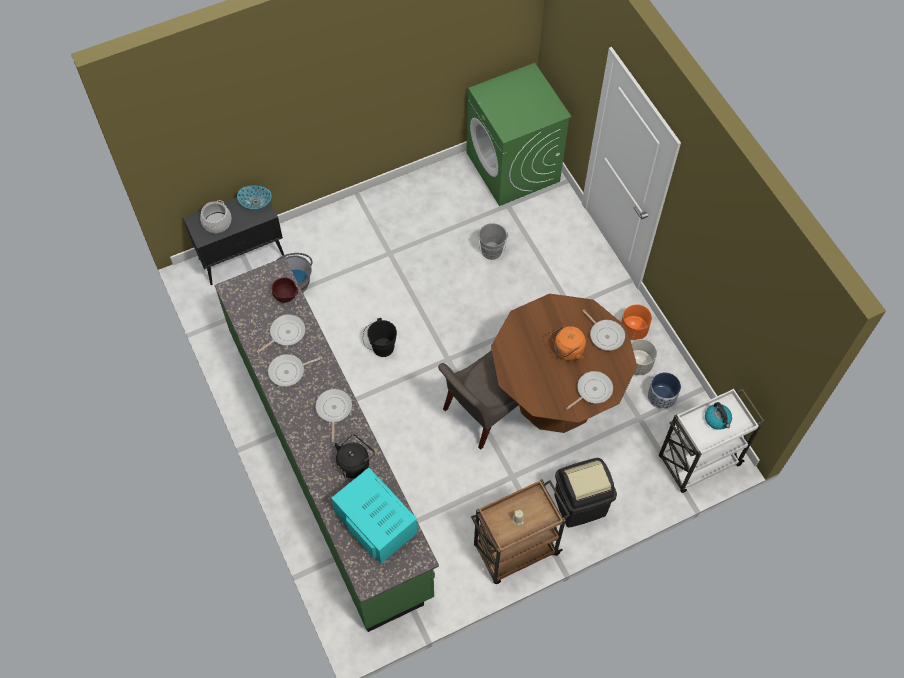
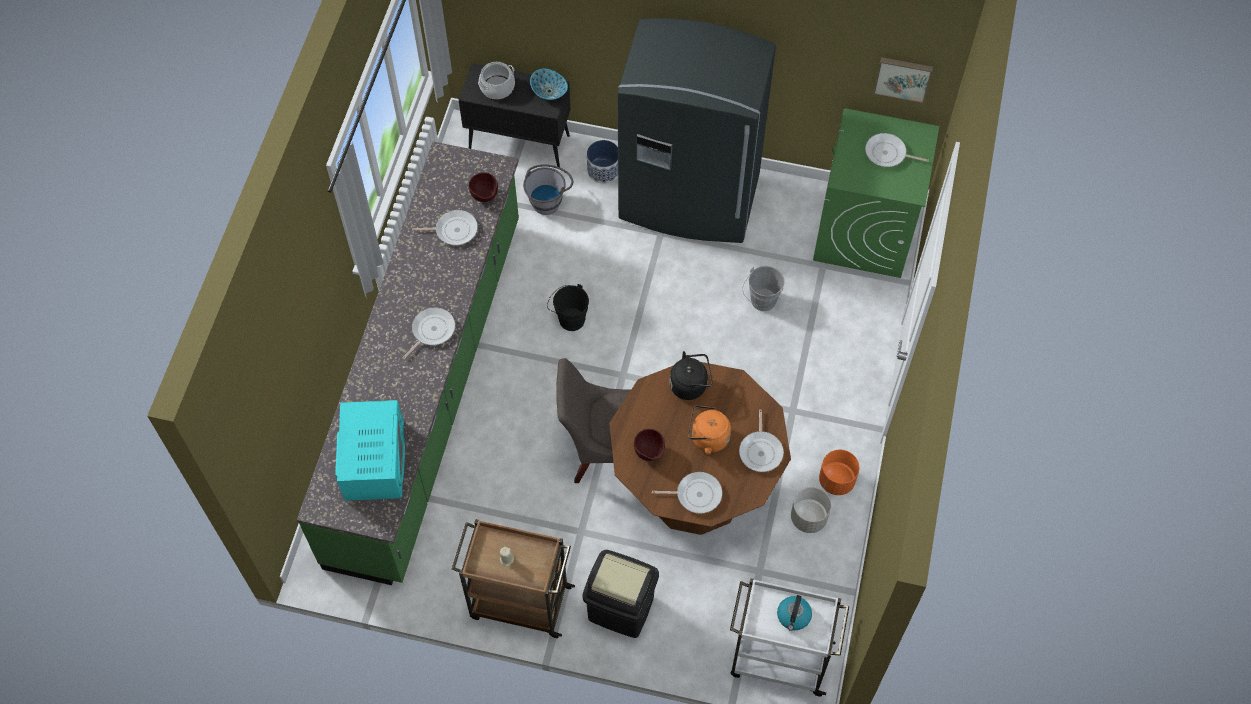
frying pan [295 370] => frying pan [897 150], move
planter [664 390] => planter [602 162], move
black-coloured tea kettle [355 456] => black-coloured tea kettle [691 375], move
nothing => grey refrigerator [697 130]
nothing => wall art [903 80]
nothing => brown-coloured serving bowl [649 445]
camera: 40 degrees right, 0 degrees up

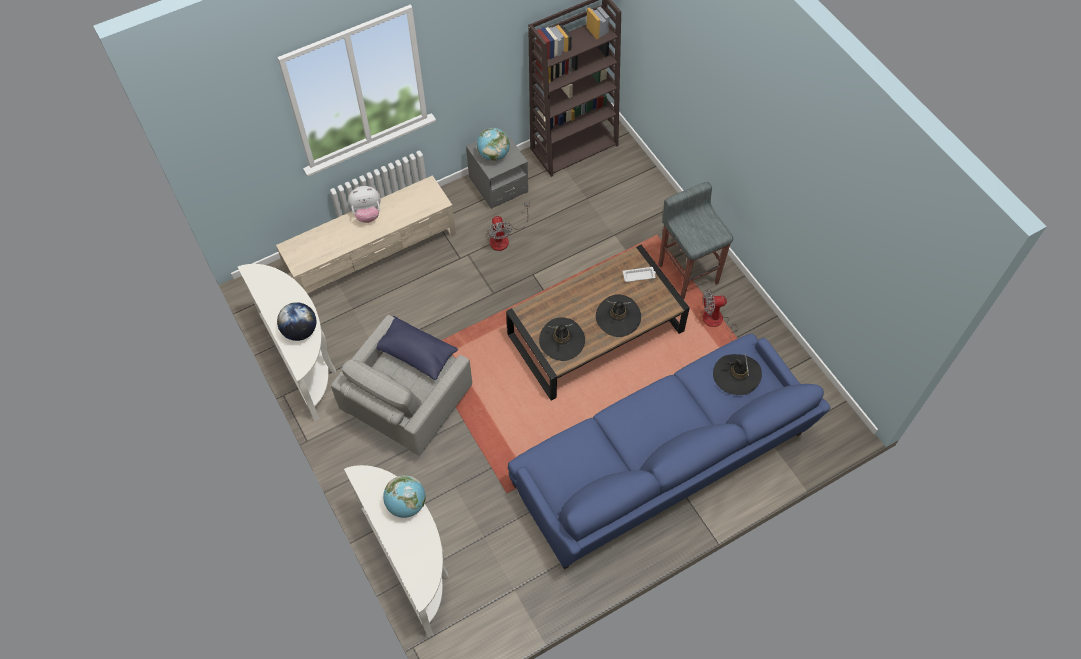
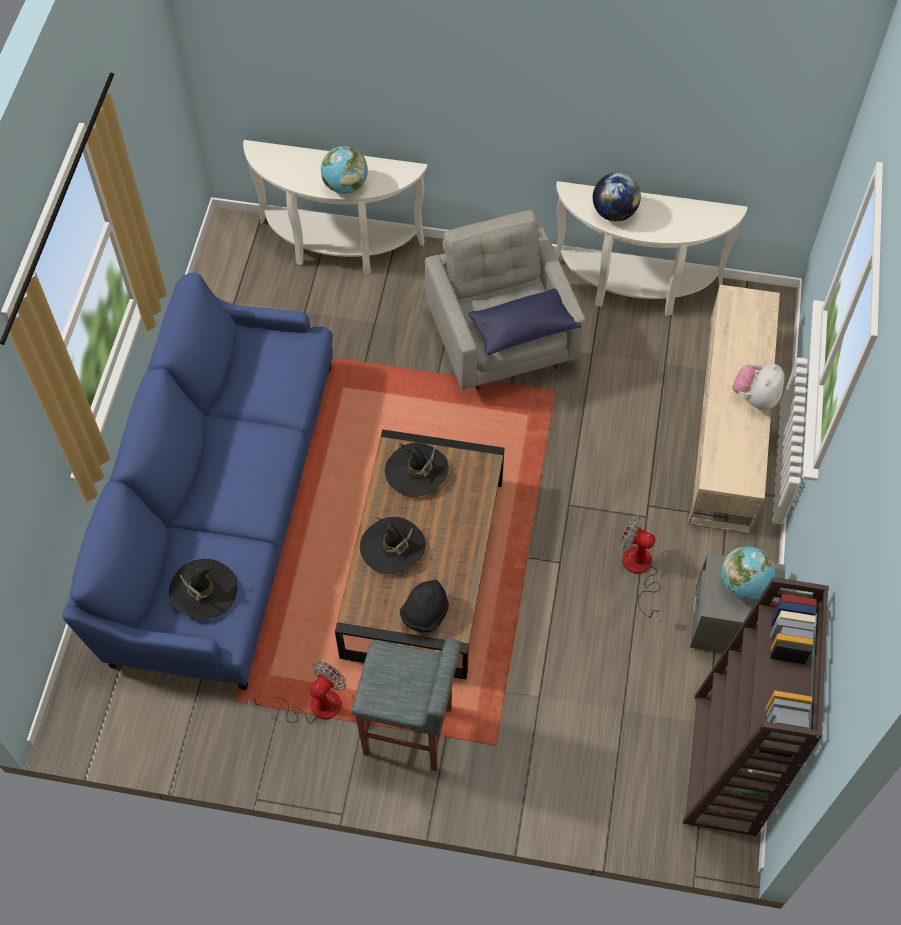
white-coloured carrying tray [639 274] => black-coloured hat [424 606]
camera: 130 degrees right, 0 degrees up

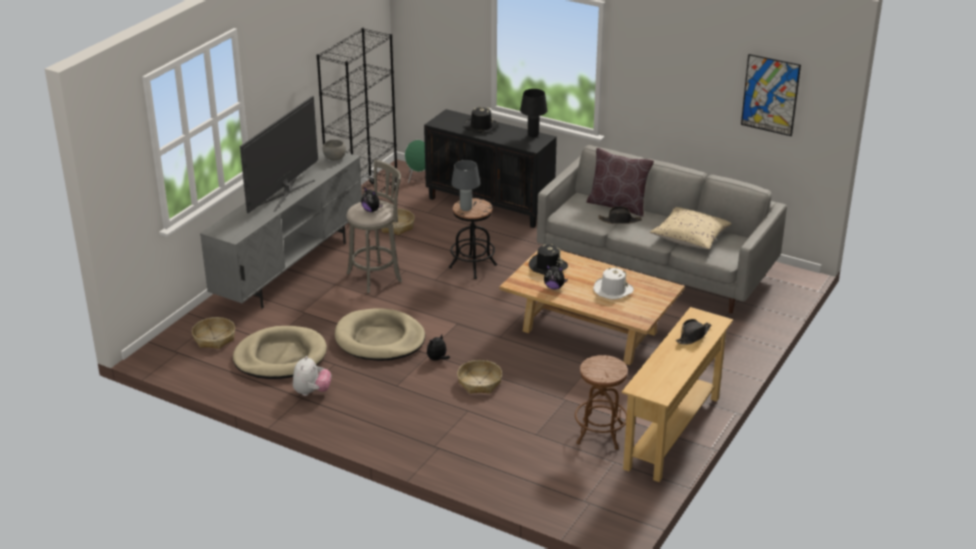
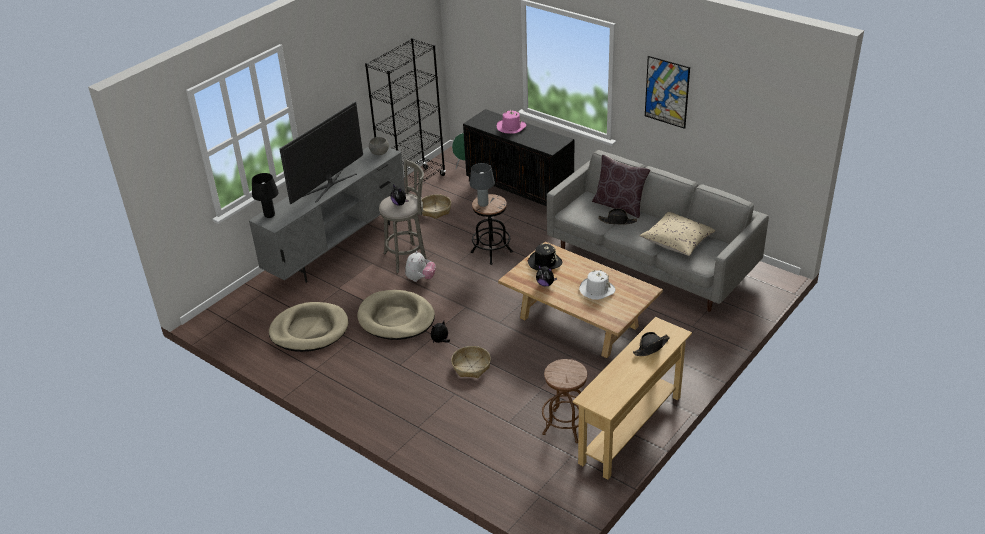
wall art [771 95] => wall art [667 92], move
black-coloured table lamp [533 113] => black-coloured table lamp [265 195], move
black-coloured hat [481 120] => pink hat [512 122]
household basket [213 333] => nothing
soft toy [312 376] => soft toy [420 266], move
camera: 10 degrees right, 5 degrees up

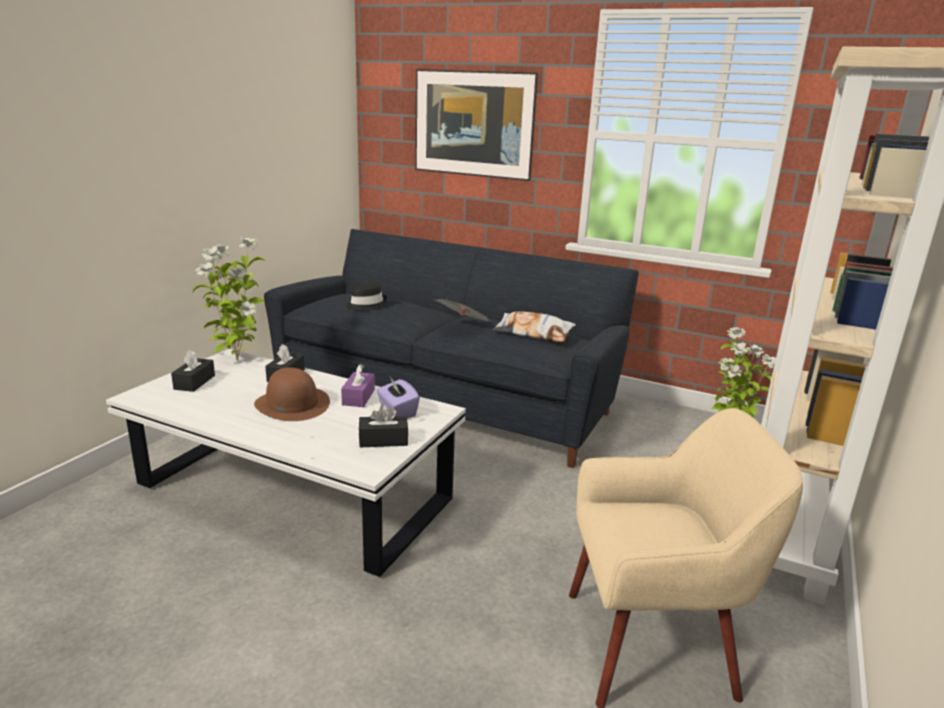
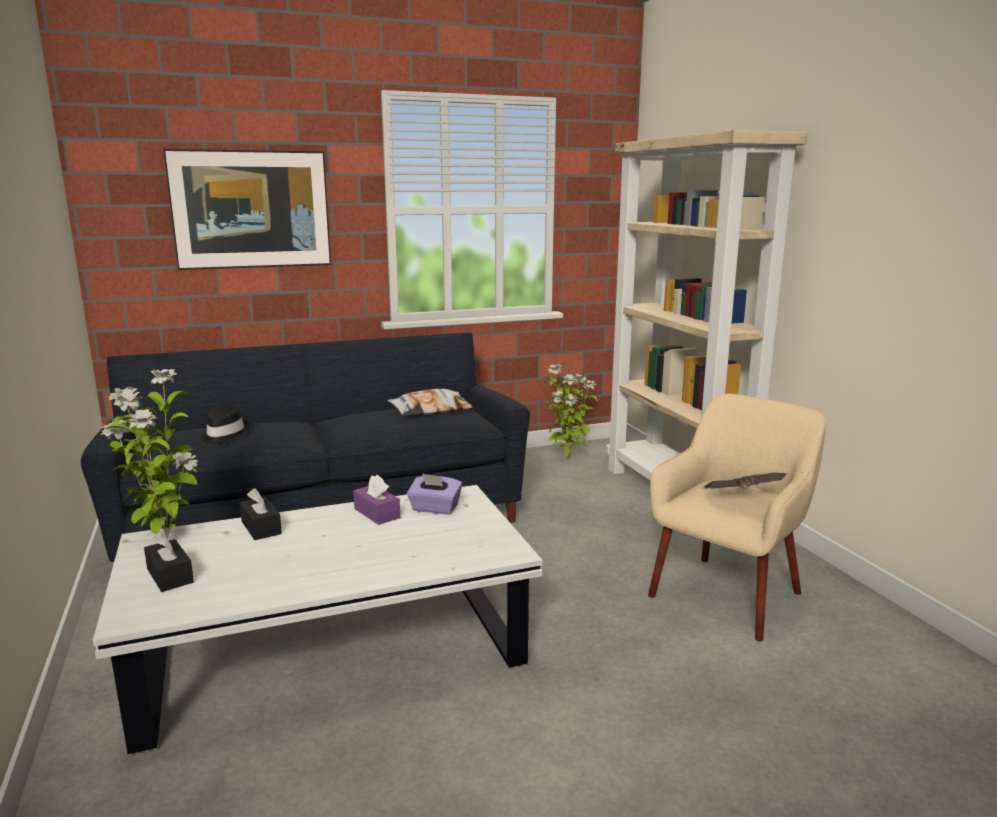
printed paper [462 310] => printed paper [745 481], move
brown-coloured hat [292 394] => nothing
black-coloured box of tissues [383 426] => nothing
camera: 45 degrees left, 5 degrees down

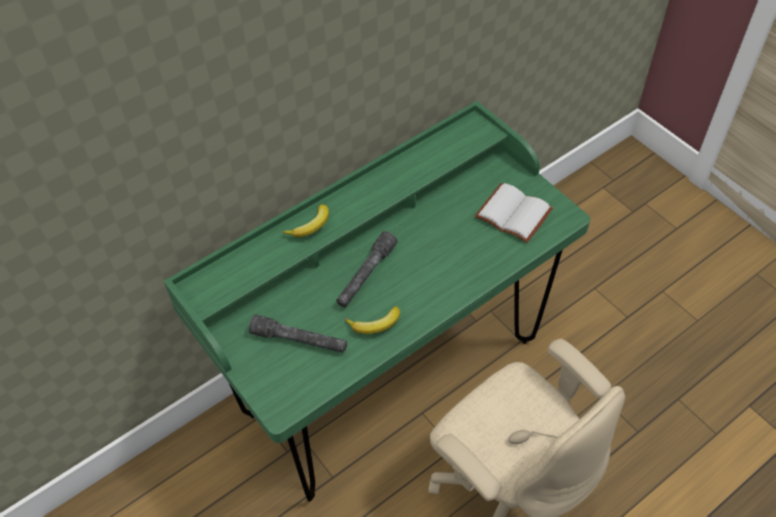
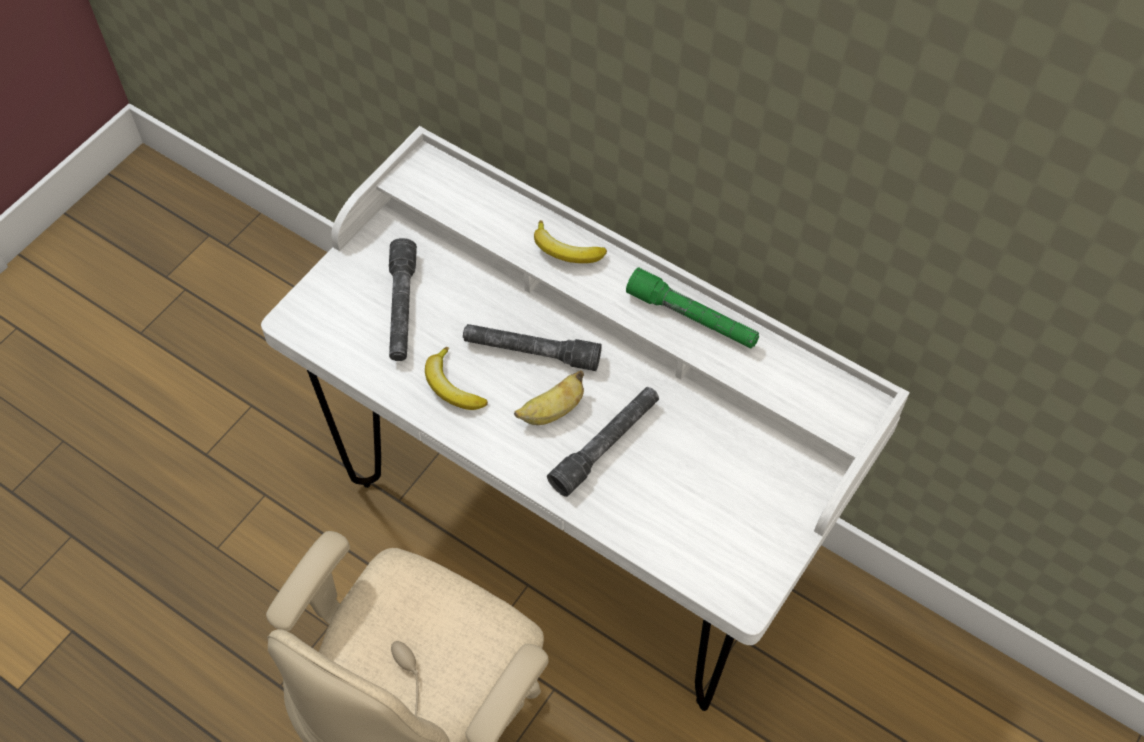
green desk [377 301] => white-coloured desk [585 418]
white-coloured volume [514 213] => nothing
nothing => green torch [692 308]
nothing => whole banana [549 397]
nothing => grey torch [603 442]
camera: 70 degrees right, 5 degrees up

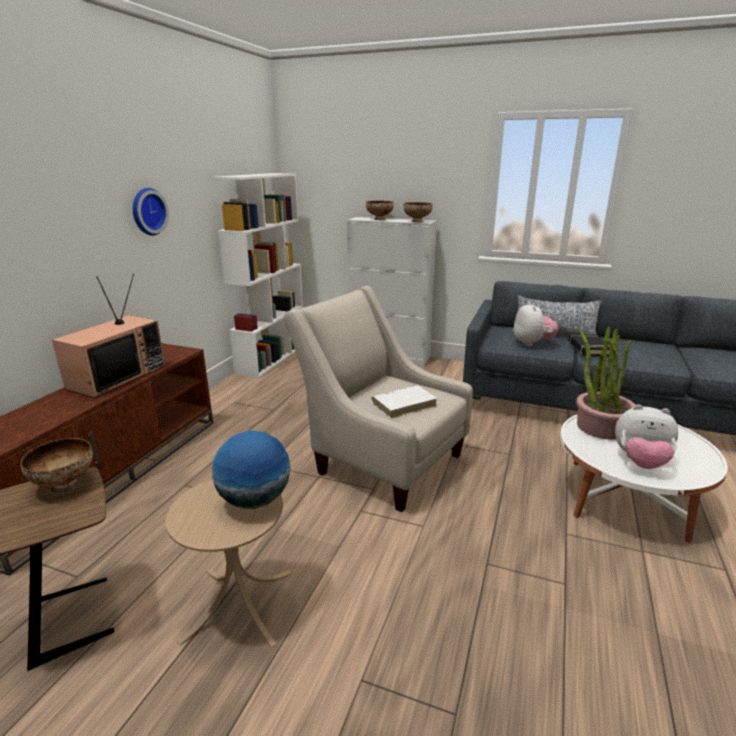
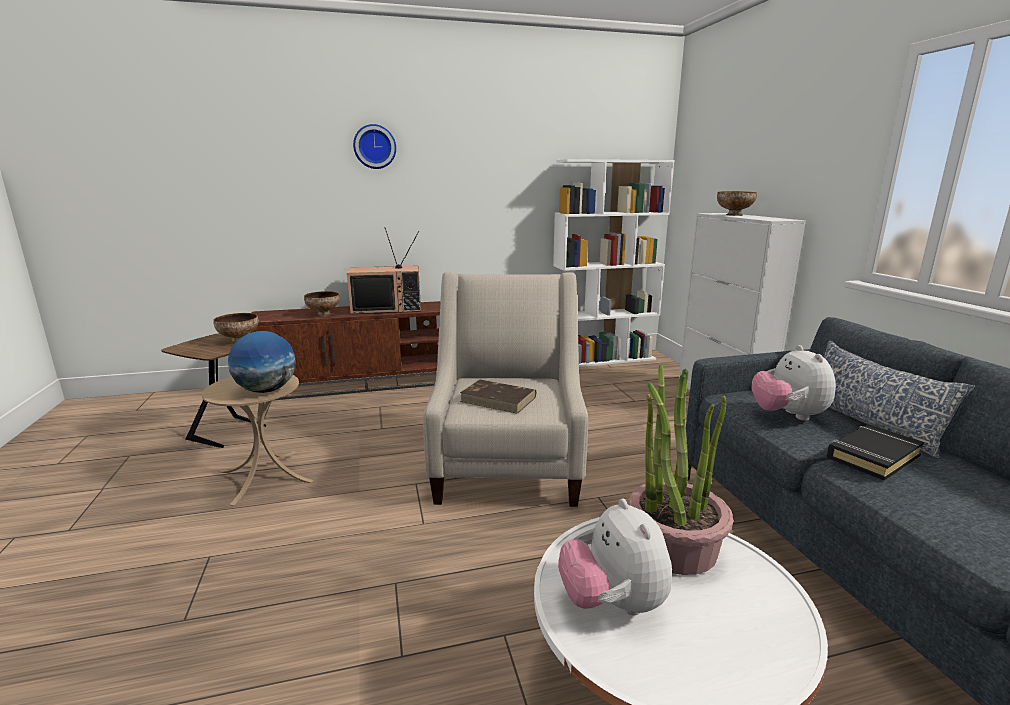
wall clock [151 212] => wall clock [374 146], move
serving bowl [418 212] => serving bowl [322 304], move
soft toy [536 323] => soft toy [794 383], 120 degrees clockwise
white-coloured volume [404 402] => brown-coloured volume [498 396]
camera: 55 degrees right, 5 degrees down

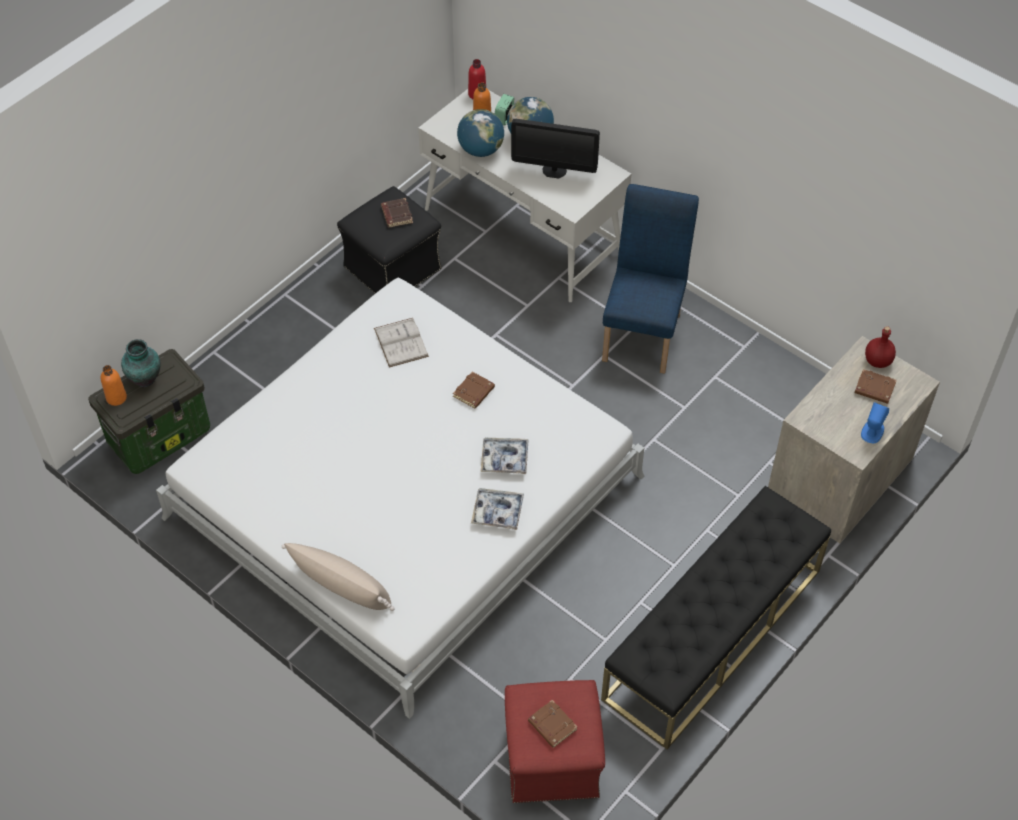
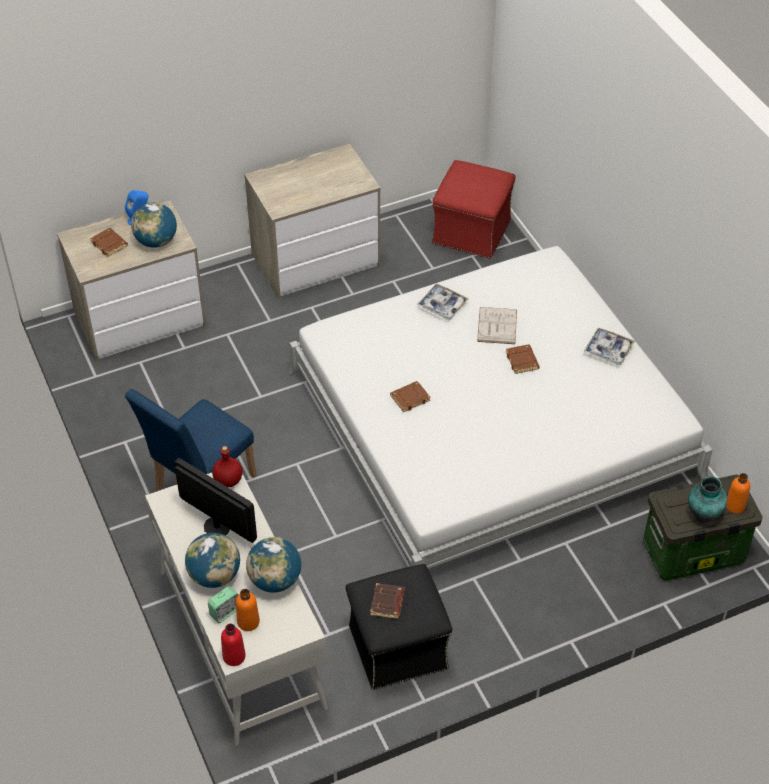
white-coloured volume [401 343] => white-coloured volume [497 325], move
red-coloured drink bottle [880 347] => red-coloured drink bottle [227 466], move
carrying tray [505 456] => carrying tray [609 346], move
black-coloured long seat [716 617] => chest of drawers [312 222]
sand-coloured throw pillow [338 577] => nothing
brown-coloured volume [552 724] => brown-coloured volume [523 359], move
nothing => globe [154 225]
camera: 155 degrees left, 5 degrees down

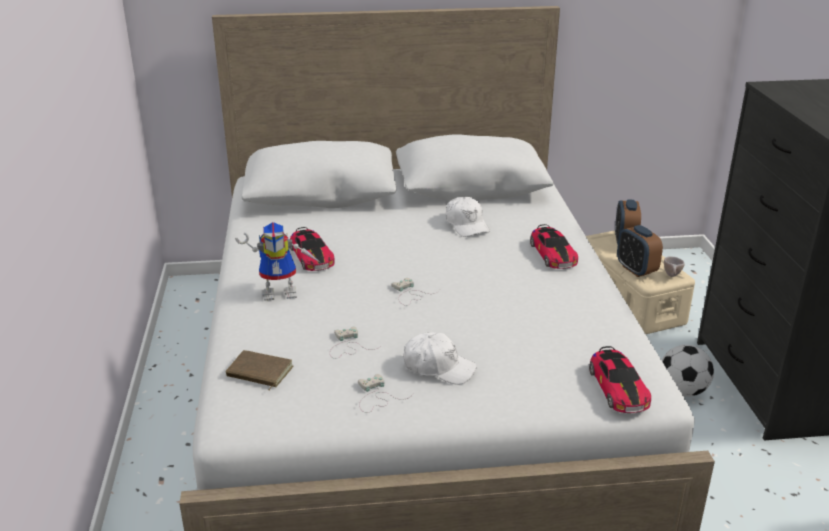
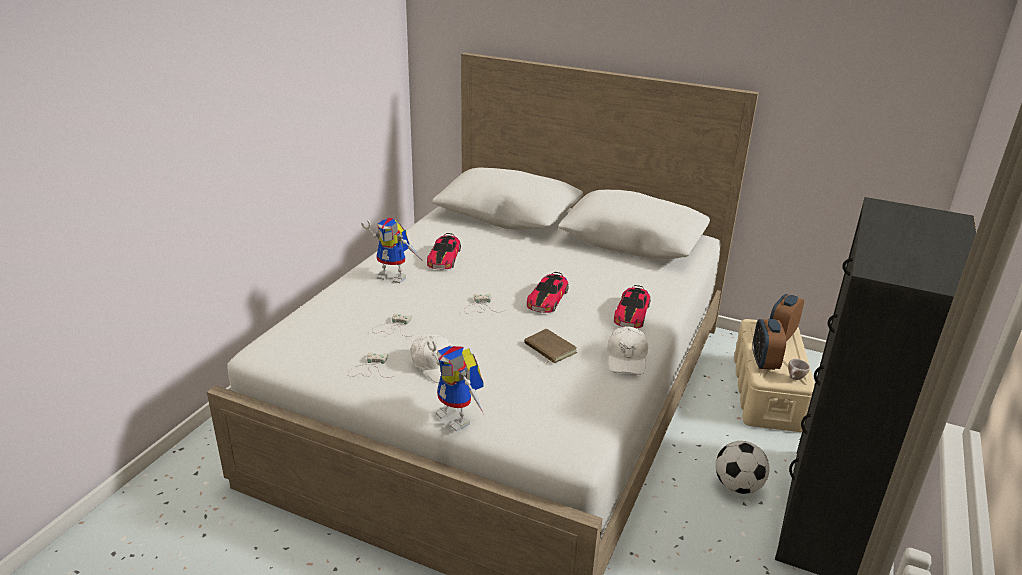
white-coloured peaked cap [468 217] => white-coloured peaked cap [627 350], move
model car [620 379] => model car [548 292], move
brown-coloured volume [259 370] => brown-coloured volume [550 346], move
nothing => robot figure [455 386]
camera: 30 degrees right, 0 degrees up

